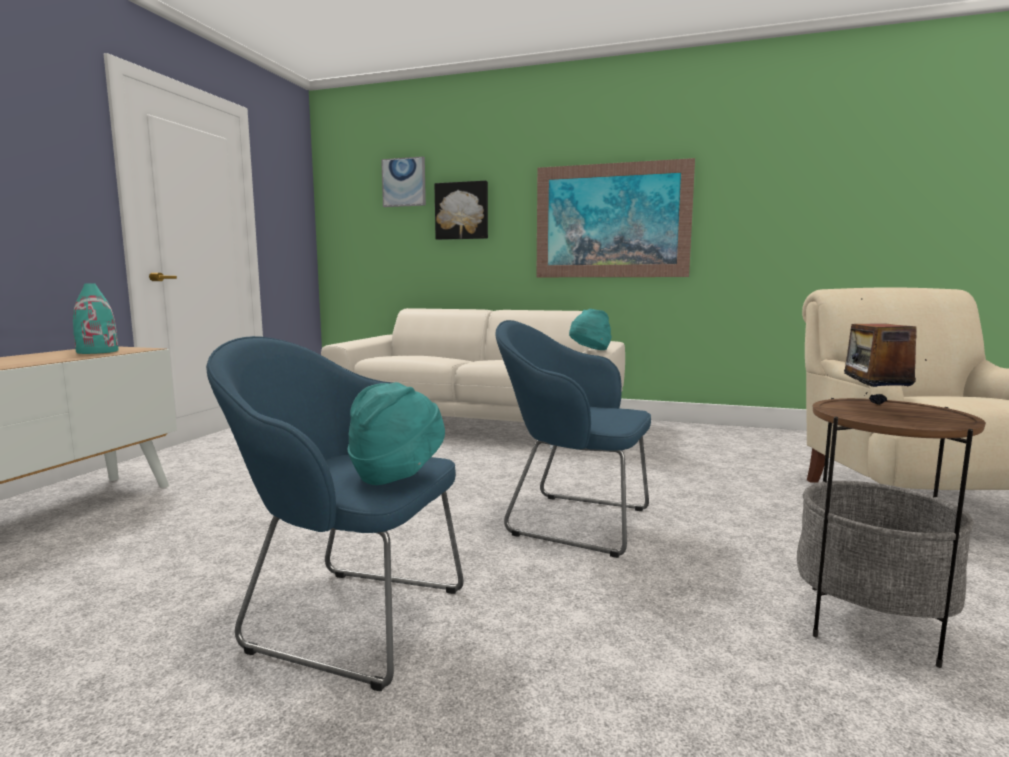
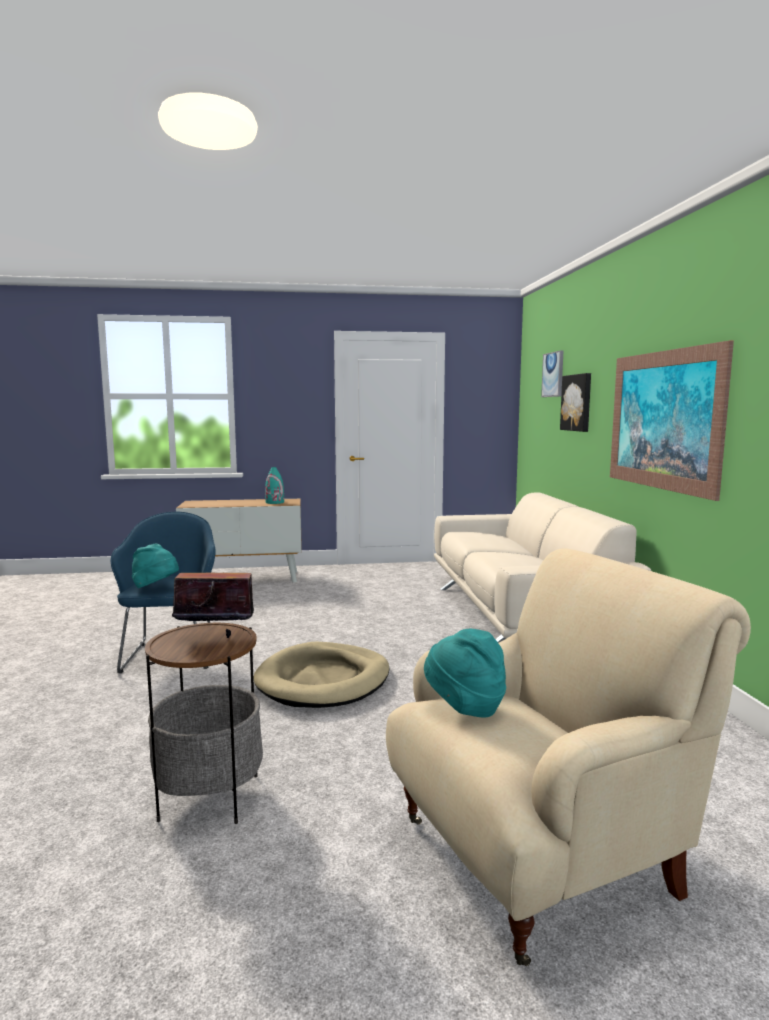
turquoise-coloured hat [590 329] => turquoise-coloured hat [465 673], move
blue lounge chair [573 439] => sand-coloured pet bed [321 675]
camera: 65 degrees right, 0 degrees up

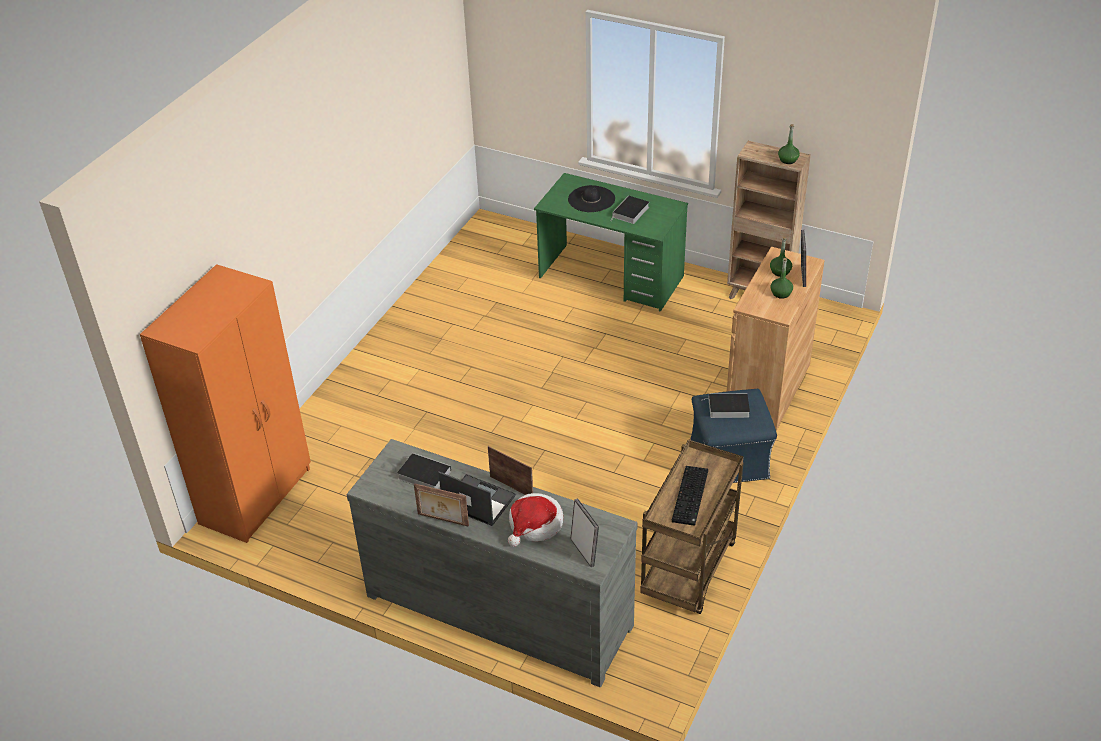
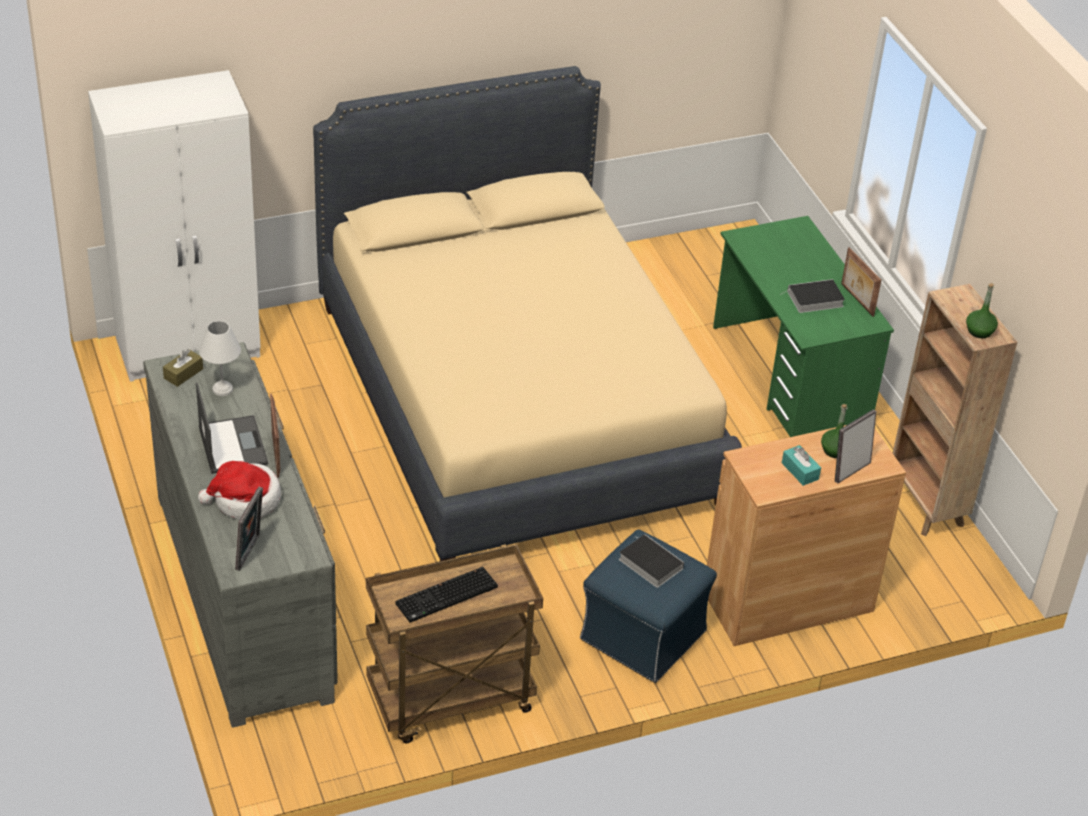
black-coloured hat [591 198] => nothing
green drink bottle [782 278] => turquoise-coloured box of tissues [801 465]
orange wardrobe [225 403] => white-coloured wardrobe [174 226]
volume [424 471] => white-coloured table lamp [220 358]
standing frame [441 505] => standing frame [861 282], move
nothing => sand-coloured bed [527 313]
nothing => brown-coloured box of tissues [183 368]
camera: 40 degrees right, 0 degrees up

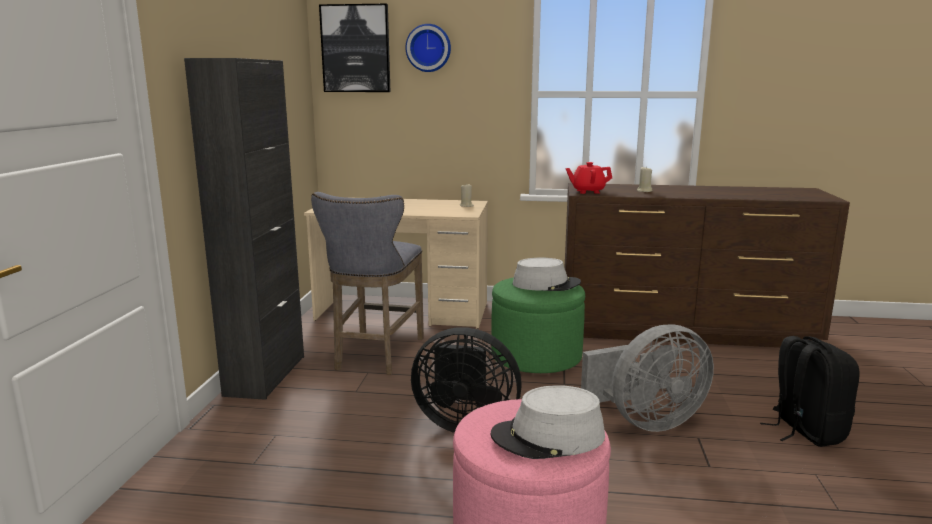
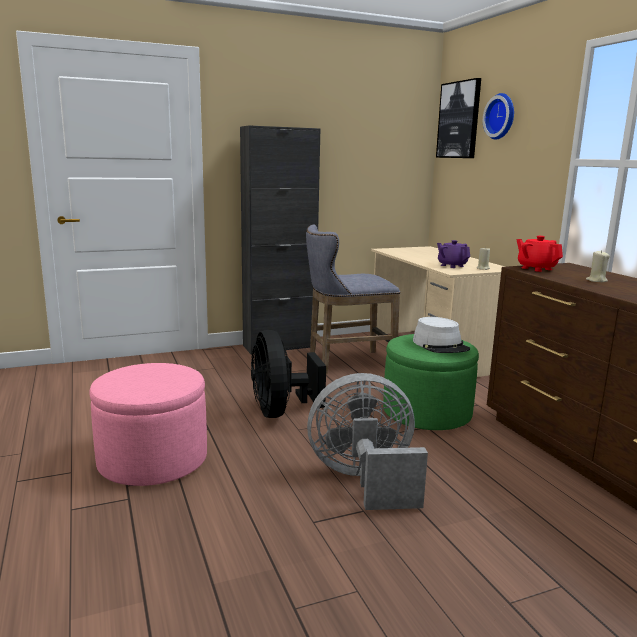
grey electric fan [647 378] => grey electric fan [367 441], 135 degrees clockwise
black-coloured backpack [810 391] => nothing
grey hat [547 422] => nothing
nothing => purplish teapot [453 254]
camera: 60 degrees right, 0 degrees up

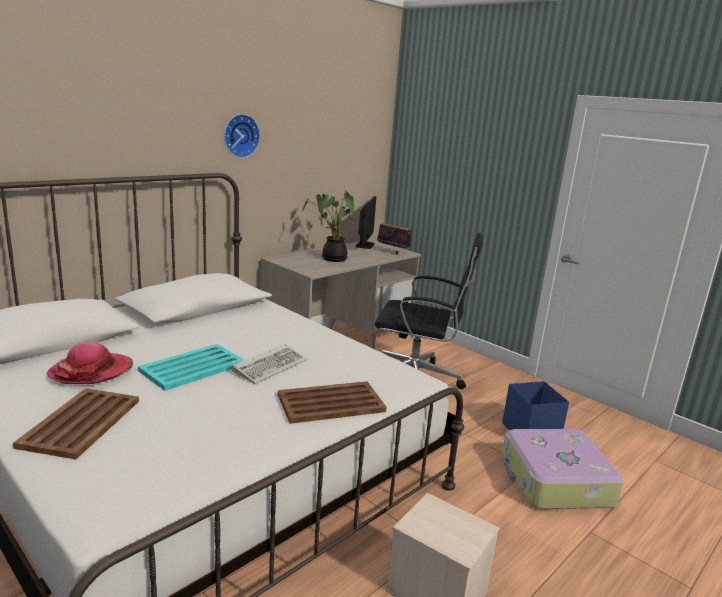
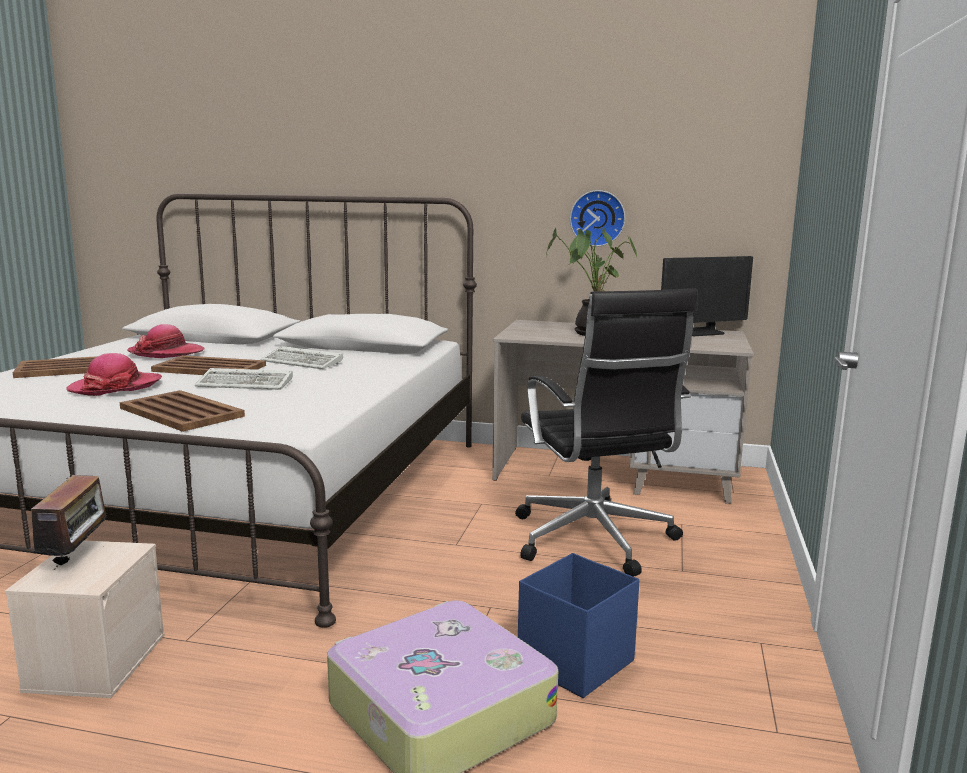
wall clock [242 136] => wall clock [597 218], move
radio [394 239] => radio [67 522], move
turquoise-coloured carrying tray [191 367] => brown-coloured carrying tray [208 365]
nothing => keyboard [301 357]
nothing => hat [114 374]
camera: 60 degrees right, 5 degrees down

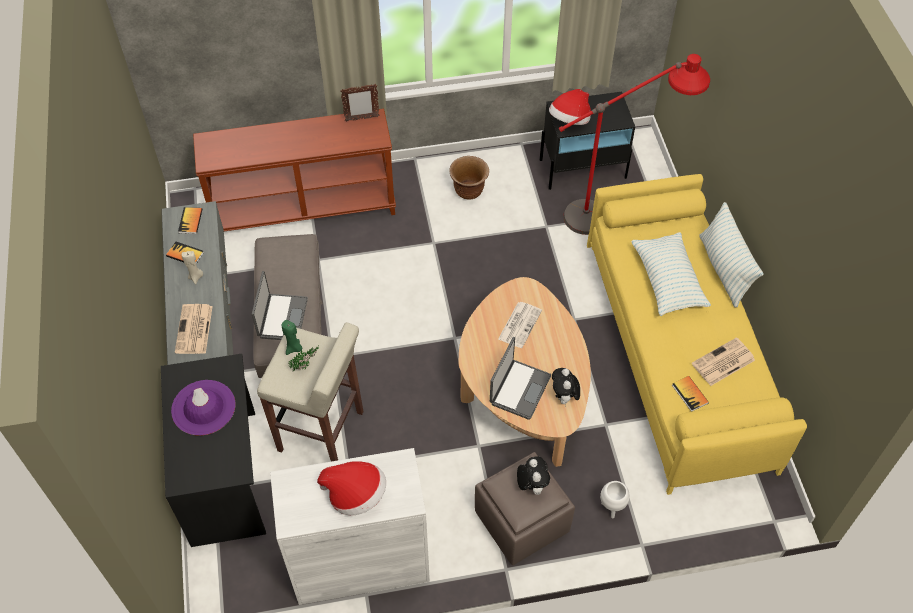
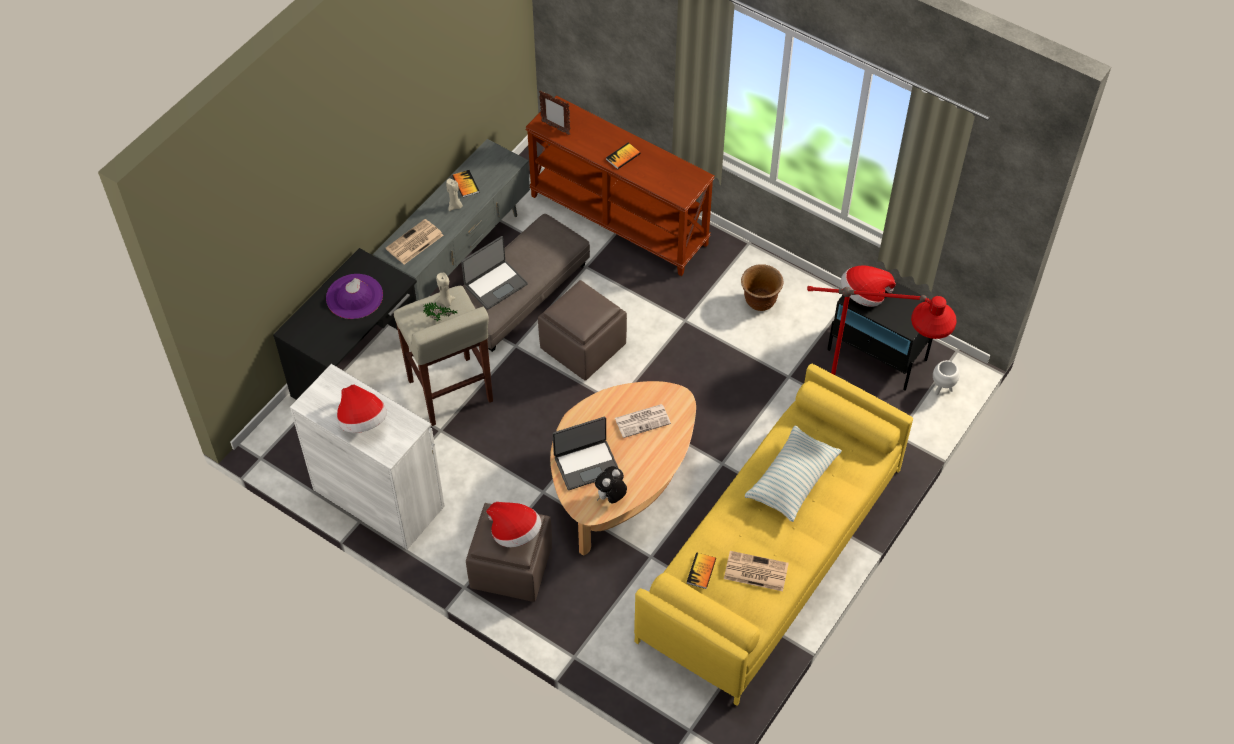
standing frame [360 103] => standing frame [554 113], move
throw pillow [731 254] => nothing
volume [190 220] => volume [623 156], move
green candle [292 337] => sand-coloured candle [445 290]
soft toy [533 475] => hat [513 524]
white-coloured planter [615 499] => white-coloured planter [946 377], move
nothing => brown-coloured pouffe [582 330]
camera: 45 degrees right, 0 degrees up

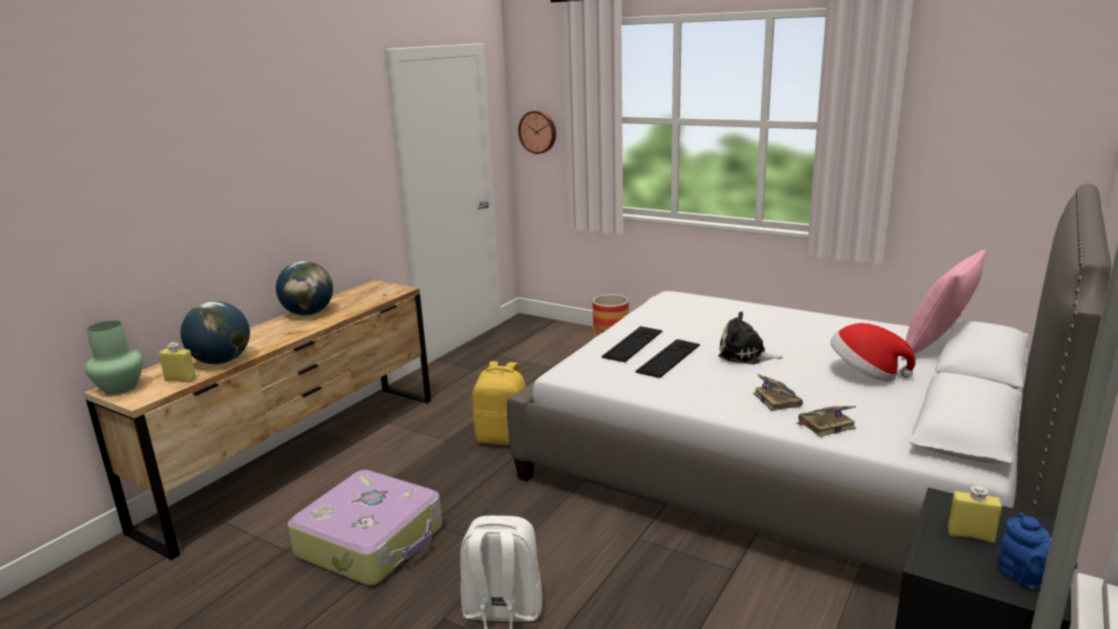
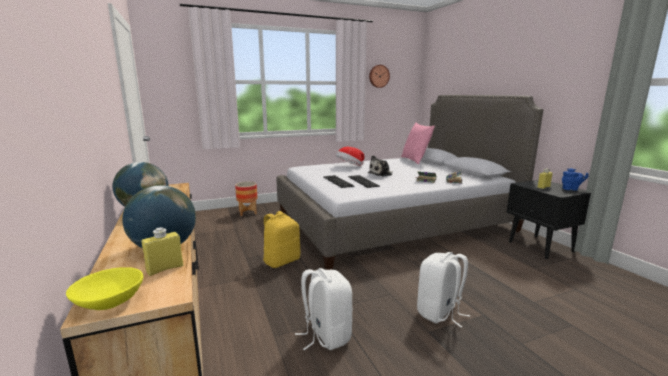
wall clock [537 132] => wall clock [379 76], move
green vase [114 358] => yellowish serving bowl [104 288]
hat [873 352] => hat [350 156], move
travel case [365 527] => white-coloured backpack [323 309]
camera: 55 degrees left, 5 degrees down

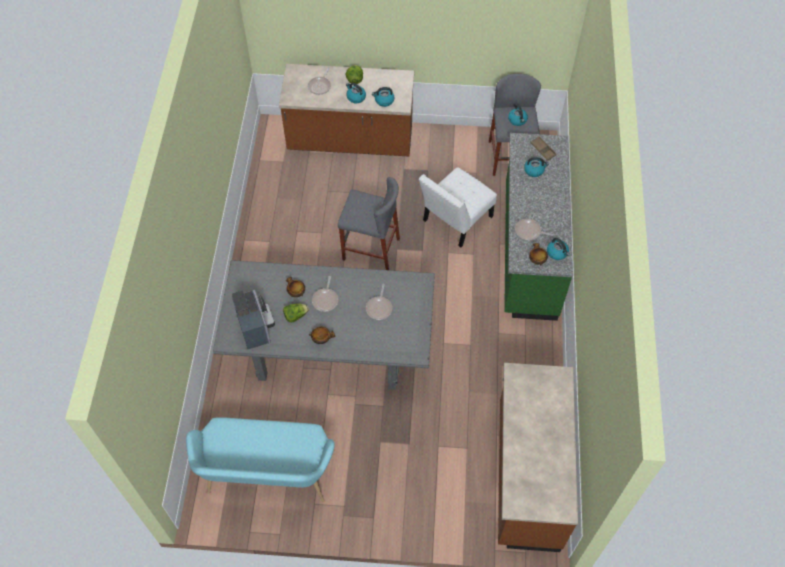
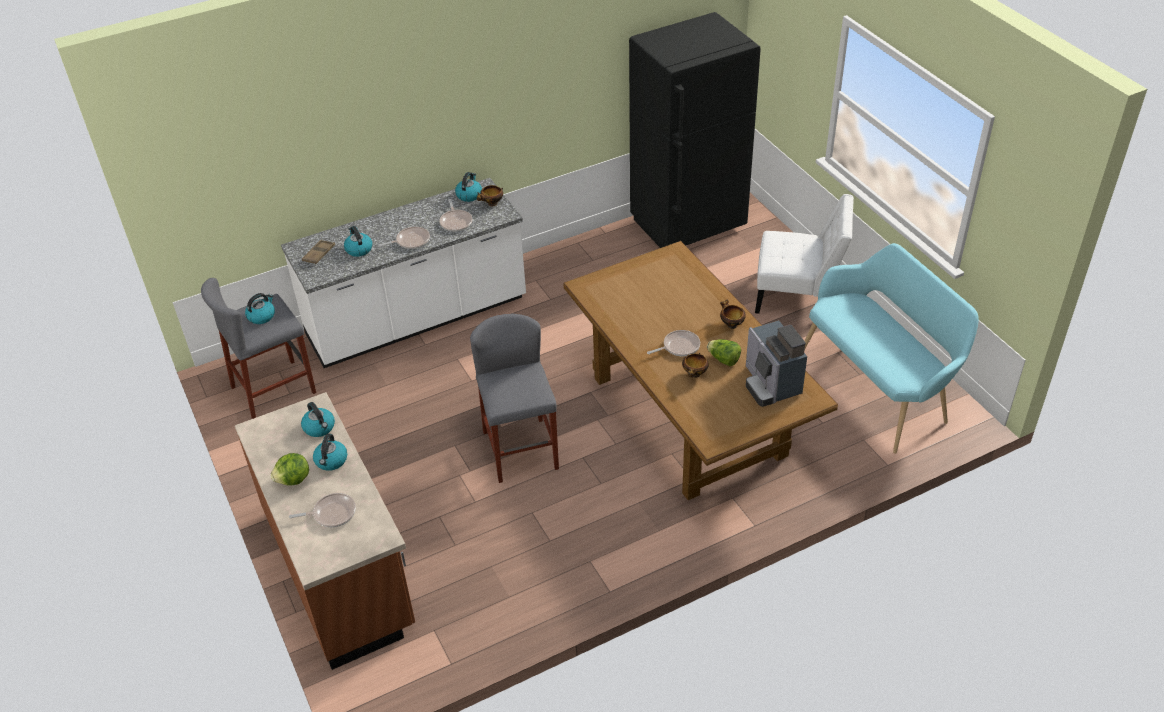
green kitchen counter [538 227] => white-coloured kitchen counter [403 273]
white-coloured chair [458 207] => white-coloured chair [804 254], move
grey kitchen table [324 325] => brown-coloured kitchen table [700 370]
frying pan [379 302] => frying pan [404 238], move
coffee machine [253 319] => coffee machine [776 363], 60 degrees counterclockwise
brown-coloured kitchen counter [538 457] => black-coloured refrigerator [695 130]
camera: 120 degrees left, 15 degrees down

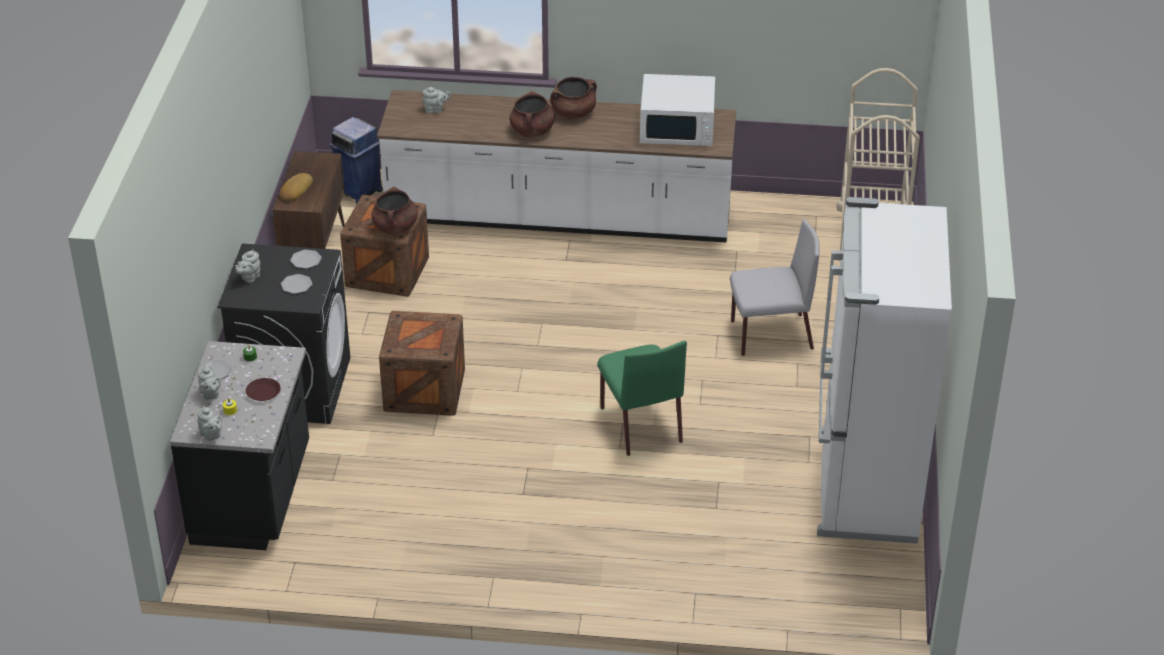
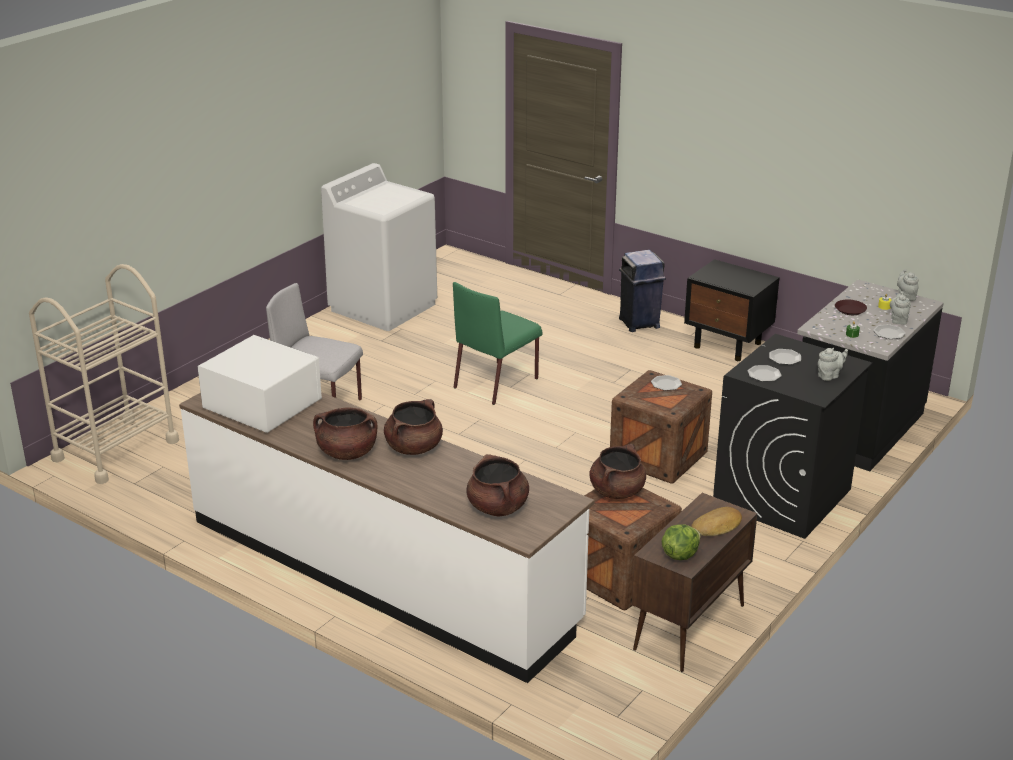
grey teapot [436 100] => brown-coloured cooking pot [498 485]
blue rubbish bin [356 160] => blue rubbish bin [642 291], move
white-coloured refrigerator [884 370] => white-coloured laundry machine [379 247]
green chair [642 398] => green chair [497 343], 150 degrees counterclockwise
nothing => black-coloured night table [732 310]
nothing => flat dish [666 383]
nothing => lettuce [681 542]
camera: 150 degrees left, 10 degrees down

